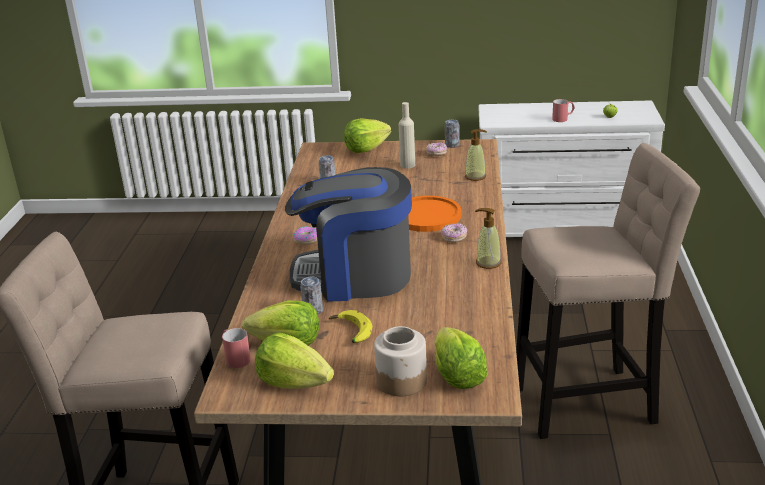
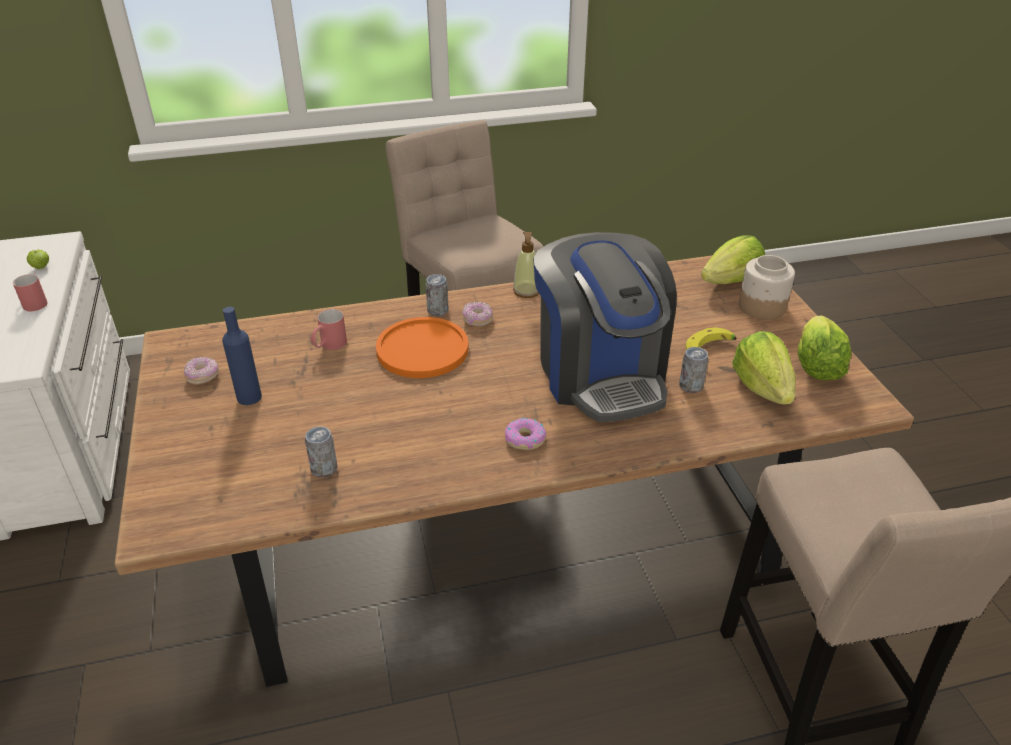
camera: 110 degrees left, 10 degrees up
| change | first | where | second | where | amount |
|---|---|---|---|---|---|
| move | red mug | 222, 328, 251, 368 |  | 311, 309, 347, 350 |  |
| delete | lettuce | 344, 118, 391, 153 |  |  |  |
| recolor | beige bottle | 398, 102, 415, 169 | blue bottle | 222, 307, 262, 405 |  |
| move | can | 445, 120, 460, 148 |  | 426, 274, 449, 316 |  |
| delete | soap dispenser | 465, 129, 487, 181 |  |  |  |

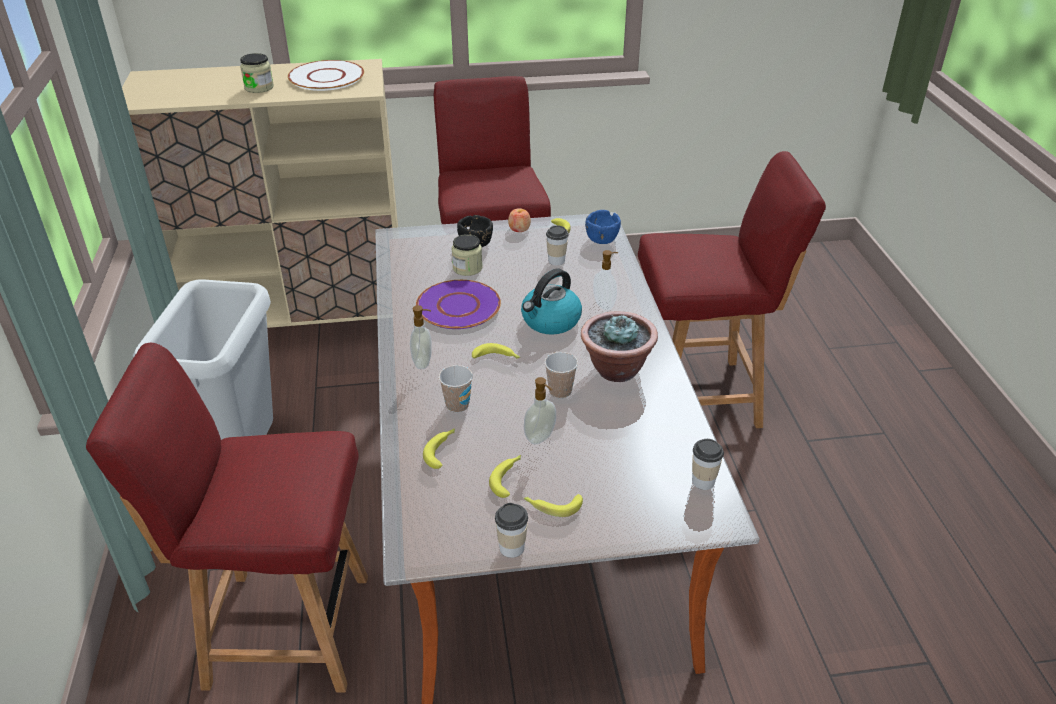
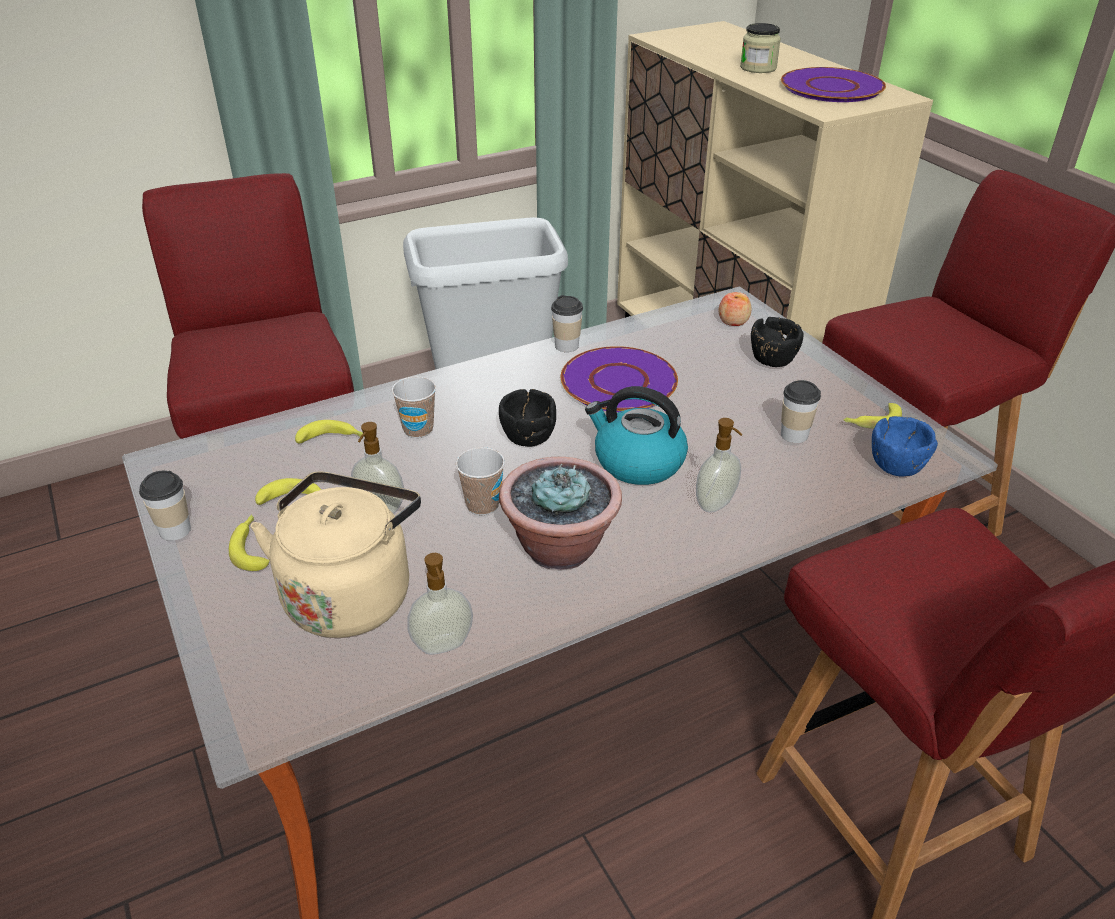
camera: 70 degrees right, 0 degrees up
| change | first | where | second | where | amount |
|---|---|---|---|---|---|
| recolor | white plate | 288, 60, 364, 91 | purple plate | 781, 67, 886, 102 |  |
| move | soap dispenser | 410, 305, 432, 369 |  | 407, 553, 473, 655 |  |
| delete | jar | 452, 234, 482, 276 |  |  |  |
| replace | banana | 472, 343, 520, 359 | black bowl | 499, 389, 556, 447 |  |
| move | apple | 508, 208, 531, 232 |  | 719, 292, 751, 326 |  |
| move | cup | 692, 439, 724, 490 |  | 551, 295, 583, 352 |  |
| insert |  |  | beige kettle | 250, 471, 421, 638 |  |

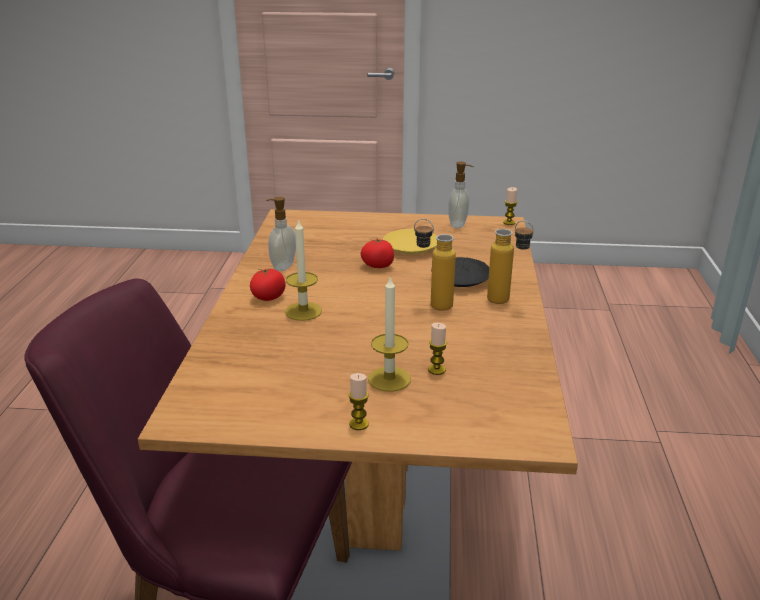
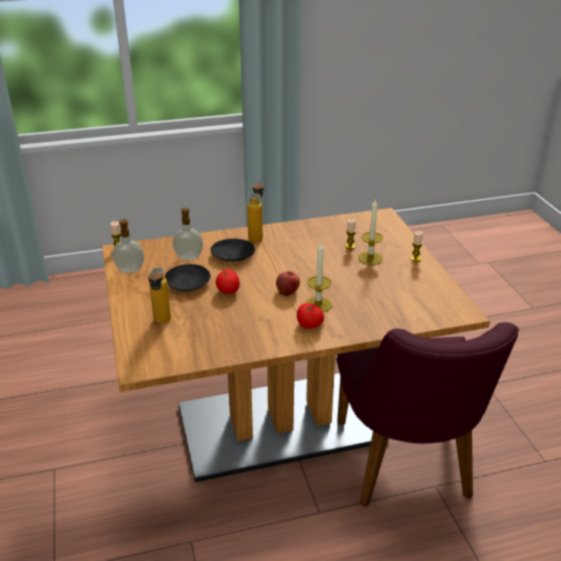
camera: 110 degrees left, 5 degrees up
| change | first | where | second | where | amount |
|---|---|---|---|---|---|
| move | soap dispenser | 266, 197, 296, 271 |  | 173, 208, 203, 260 |  |
| recolor | yellow plate | 383, 229, 437, 254 | black plate | 165, 264, 210, 291 |  |
| move | bottle | 414, 219, 456, 311 |  | 148, 267, 171, 324 |  |
| insert |  |  | apple | 276, 271, 300, 296 |  |

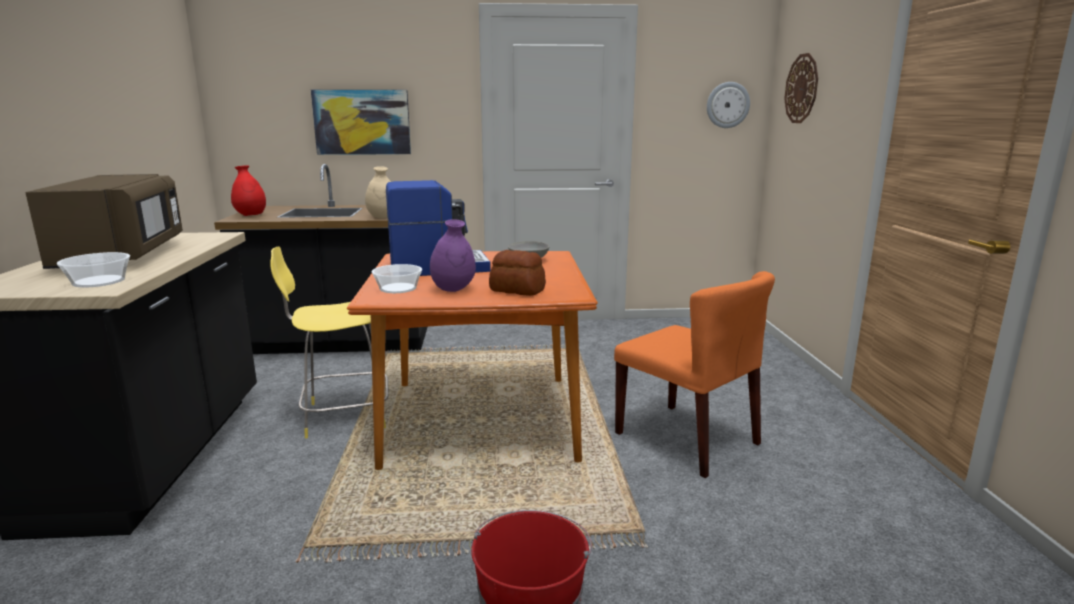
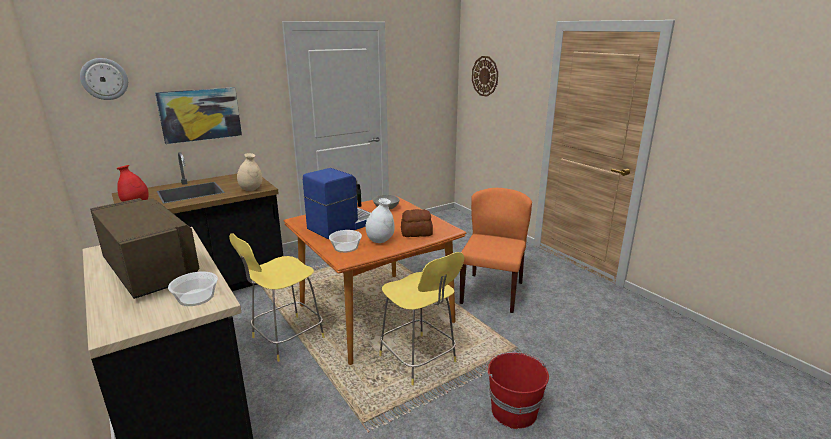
camera: 30 degrees left, 5 degrees up
| change | first | where | second | where | amount |
|---|---|---|---|---|---|
| recolor | purple vase | 430, 219, 476, 292 | white vase | 365, 198, 394, 243 |  |
| rotate | orange chair | 614, 271, 775, 478 |  | 460, 188, 532, 313 | 90 degrees counterclockwise |
| move | wall clock | 707, 82, 750, 128 |  | 80, 58, 128, 100 |  |
| insert |  |  | yellow stool | 379, 252, 464, 385 |  |

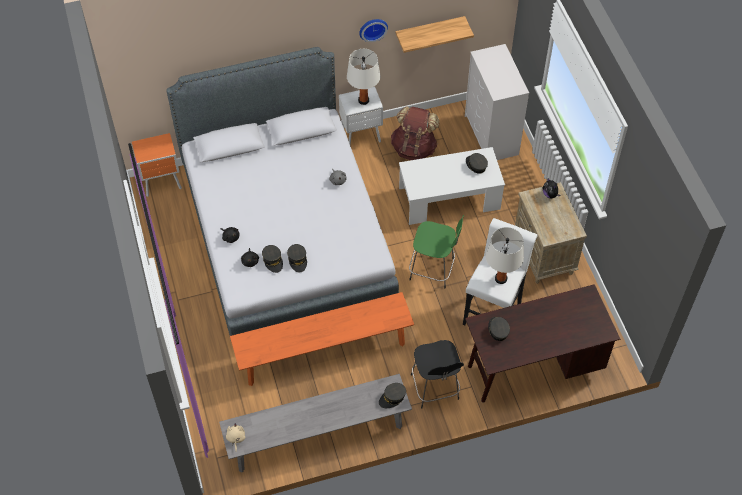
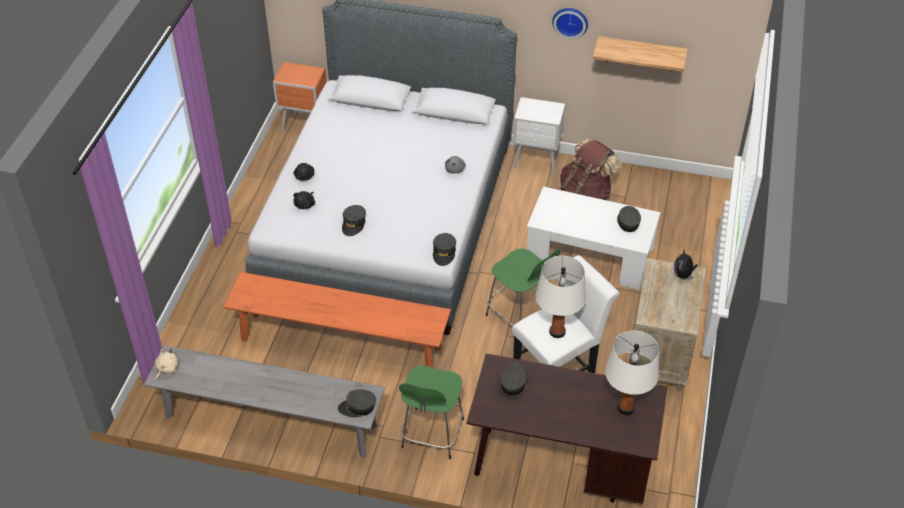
camera: 30 degrees right, 10 degrees down
| change | first | where | second | where | amount |
|---|---|---|---|---|---|
| move | grey cap | 262, 245, 283, 273 |  | 433, 233, 456, 266 |  |
| move | white table lamp | 347, 49, 381, 105 |  | 605, 331, 659, 415 |  |
| recolor | black stool | 411, 340, 464, 408 | green stool | 399, 366, 464, 459 |  |
| delete | white dresser | 465, 44, 529, 160 |  |  |  |

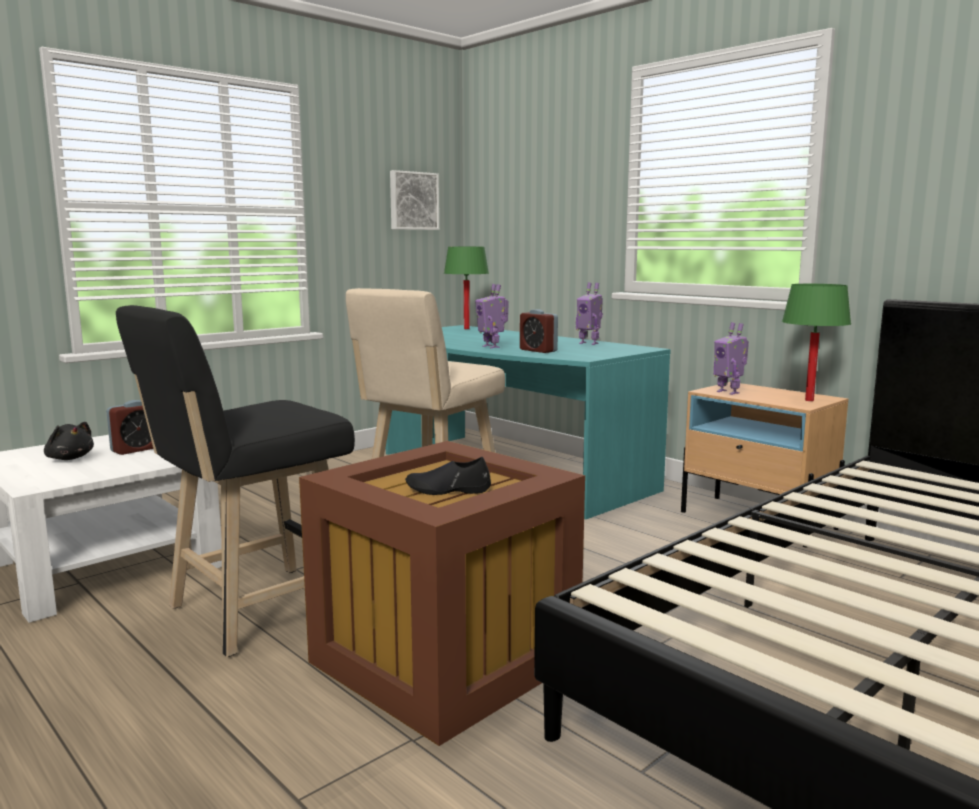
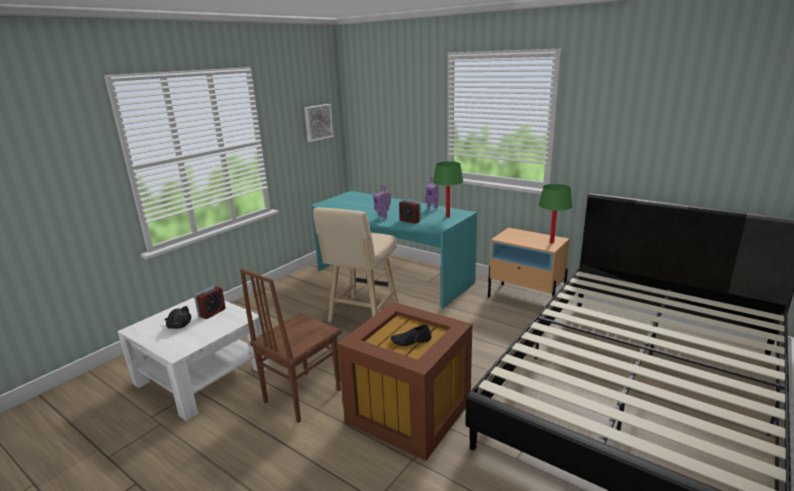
camera: 10 degrees left, 10 degrees up
| change | first | where | second | where | amount |
|---|---|---|---|---|---|
| replace | black stool | 116, 305, 355, 657 | brown chair | 240, 269, 341, 423 |  |
| move | green table lamp | 444, 247, 489, 329 |  | 433, 161, 463, 218 |  |
| delete | toy robot | 714, 322, 749, 395 |  |  |  |

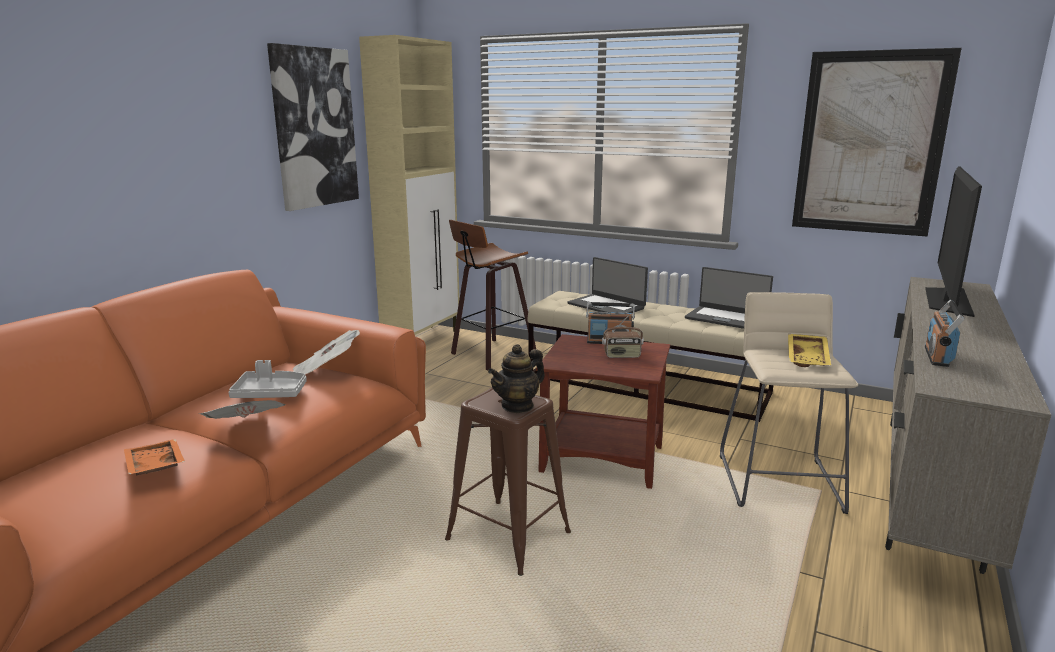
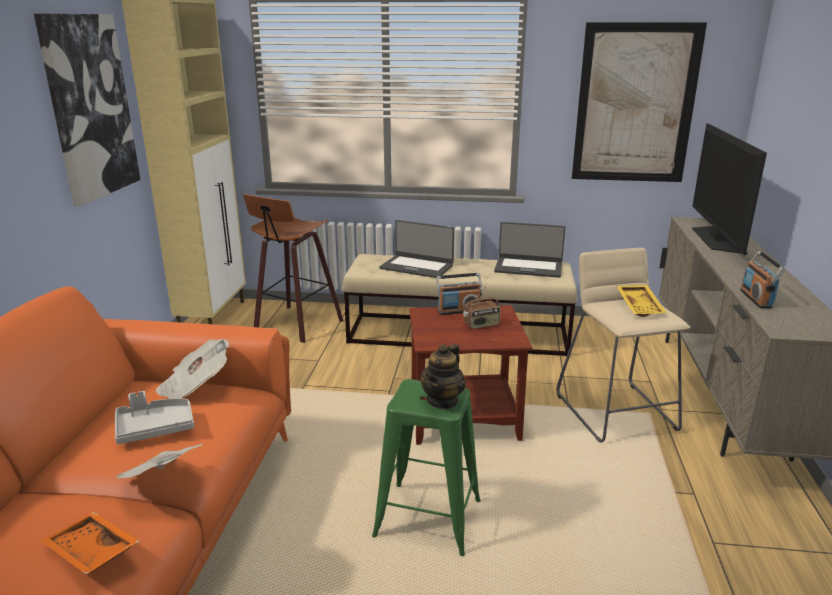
camera: 20 degrees left, 5 degrees up
| change | first | where | second | where | amount |
|---|---|---|---|---|---|
| recolor | brown stool | 445, 387, 571, 576 | green stool | 372, 379, 481, 556 |  |

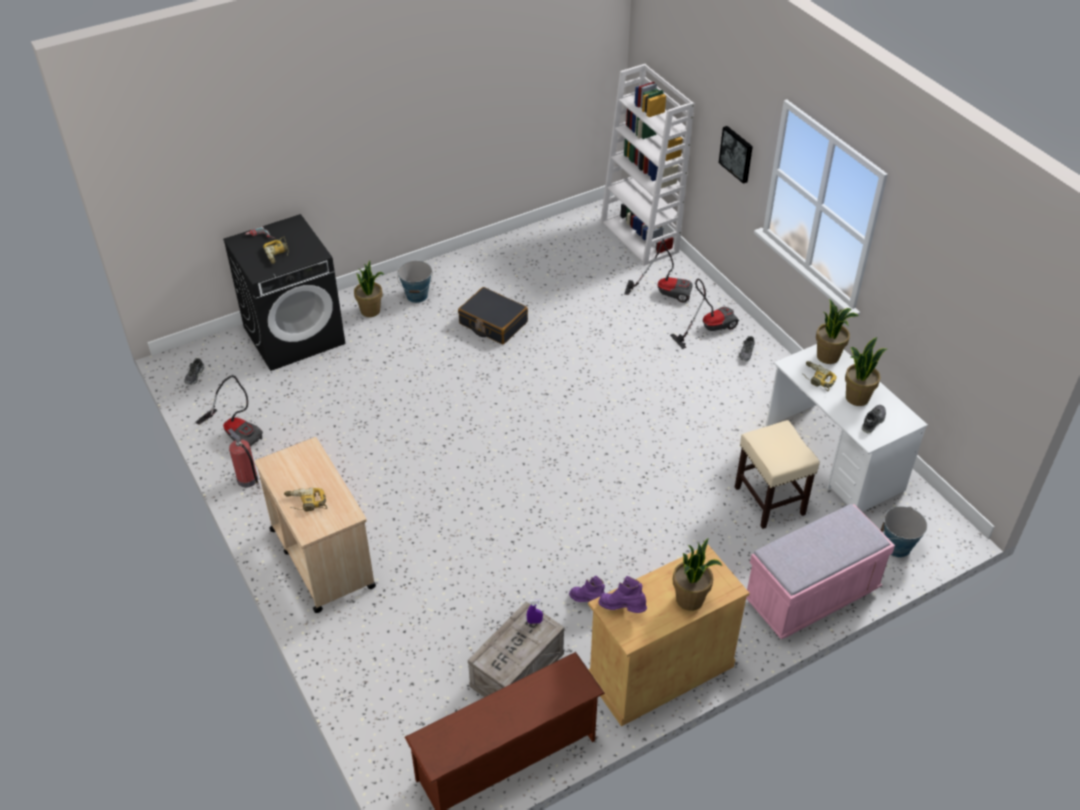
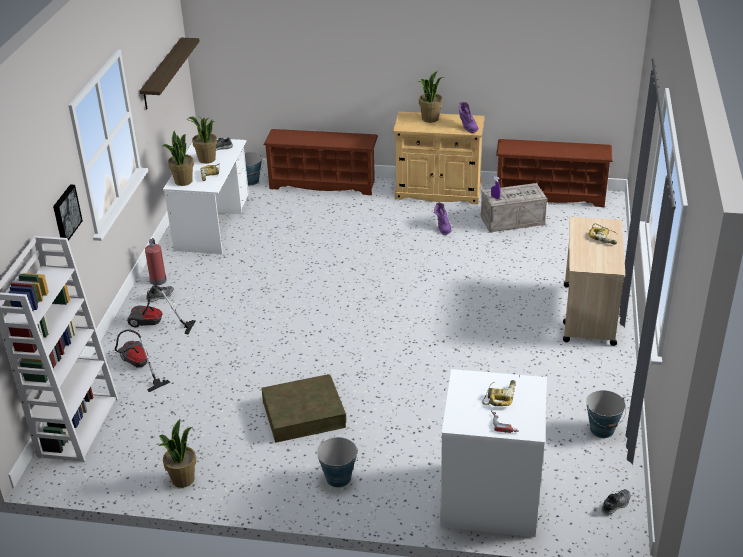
camera: 140 degrees left, 10 degrees down
| change | first | where | second | where | amount |
|---|---|---|---|---|---|
| replace | vacuum cleaner | 195, 375, 263, 447 | bucket | 586, 390, 626, 438 |  |
| recolor | black washing machine | 223, 214, 346, 371 | white washing machine | 440, 369, 547, 537 |  |
| move | fire extinguisher | 227, 429, 260, 489 |  | 145, 238, 167, 285 |  |
| move | potted plant | 354, 261, 385, 317 |  | 158, 419, 196, 488 |  |
| replace | black suitcase | 458, 287, 528, 345 | brown storage box | 261, 374, 346, 443 |  |
| delete | beige stool | 735, 420, 820, 529 |  |  |  |
| replace | pink bench | 746, 504, 895, 639 | brown shoe rack | 263, 129, 378, 195 |  |
| insert |  |  | shelf | 139, 38, 200, 110 |  |

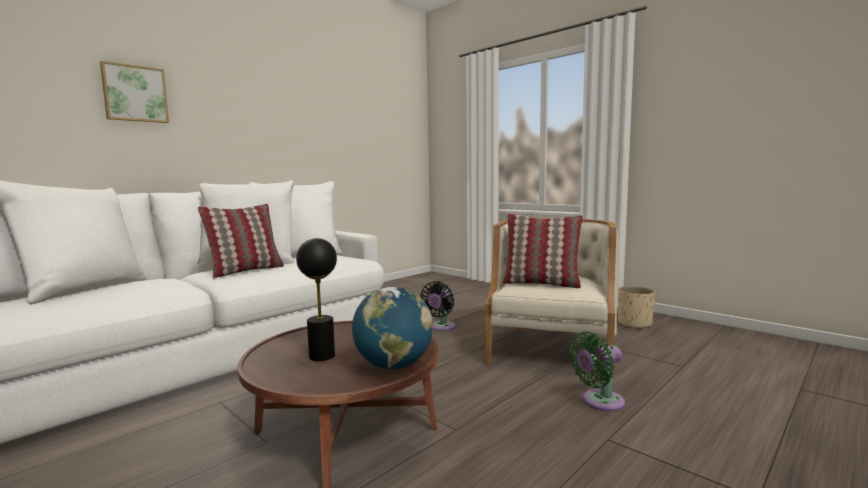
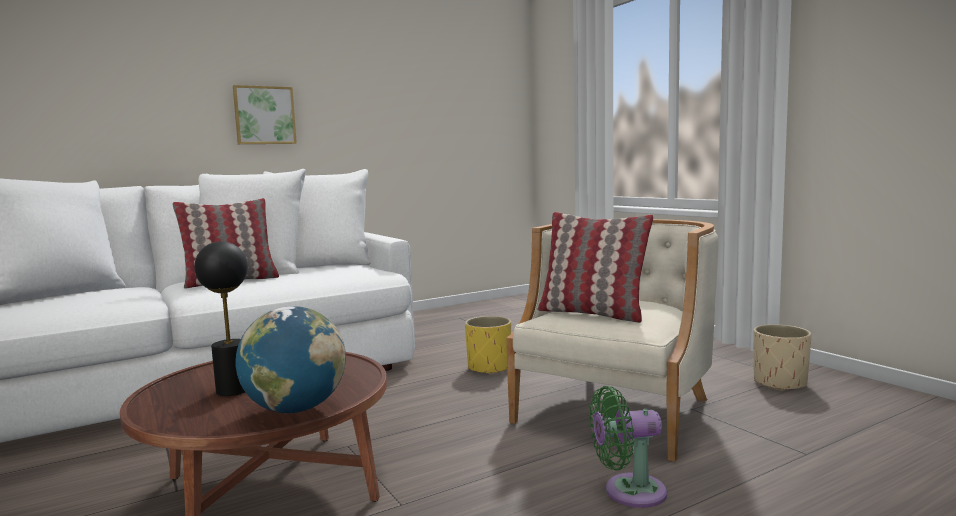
camera: 15 degrees right, 0 degrees up
| change | first | where | second | where | amount |
|---|---|---|---|---|---|
| move | picture | 100, 61, 169, 123 |  | 233, 85, 297, 144 |  |
| replace | black fan | 421, 281, 456, 331 | yellow planter | 465, 316, 511, 375 |  |

